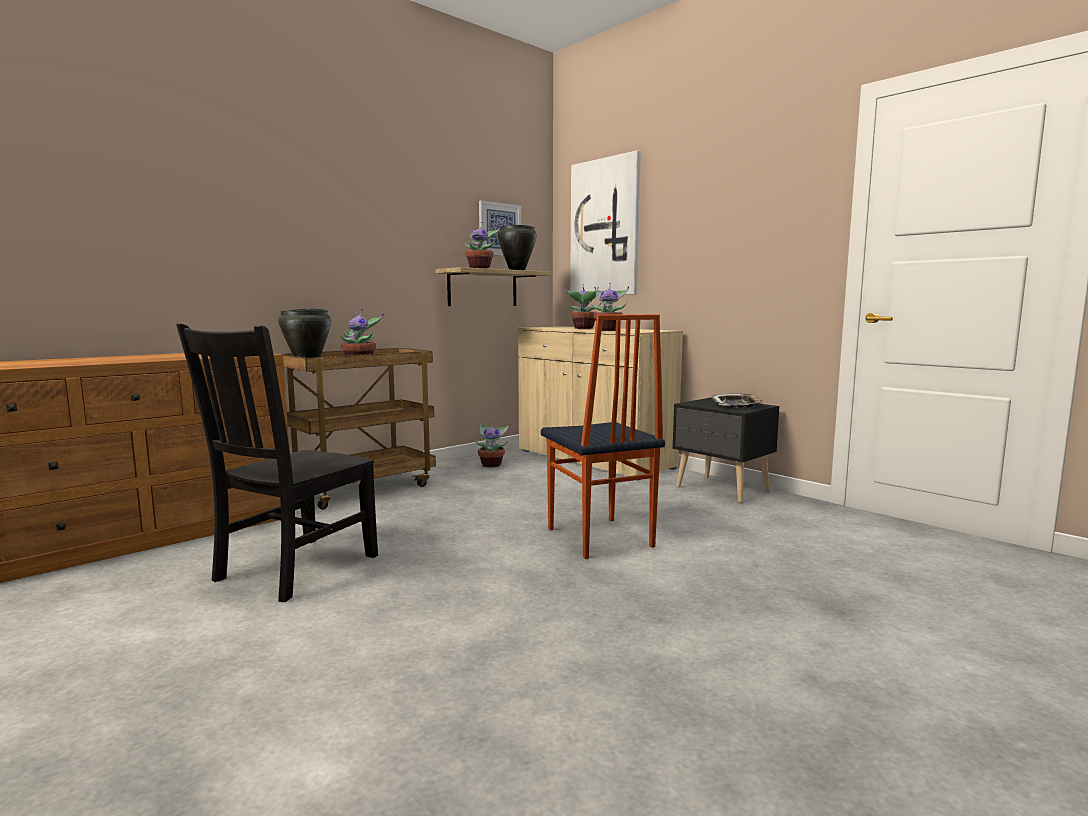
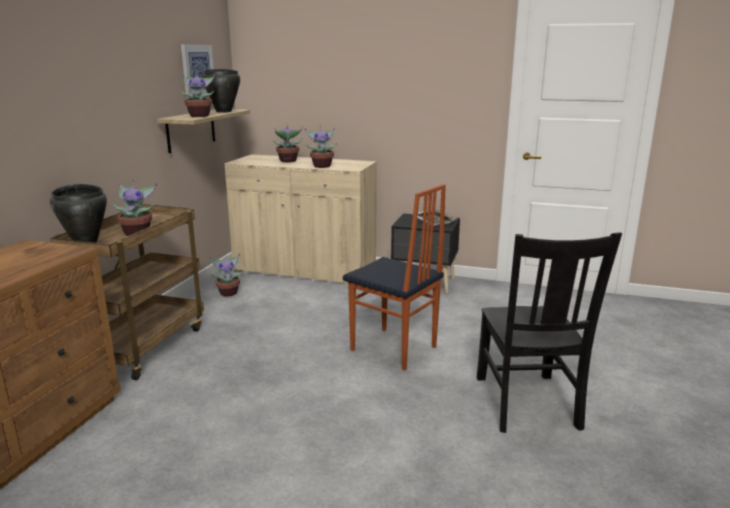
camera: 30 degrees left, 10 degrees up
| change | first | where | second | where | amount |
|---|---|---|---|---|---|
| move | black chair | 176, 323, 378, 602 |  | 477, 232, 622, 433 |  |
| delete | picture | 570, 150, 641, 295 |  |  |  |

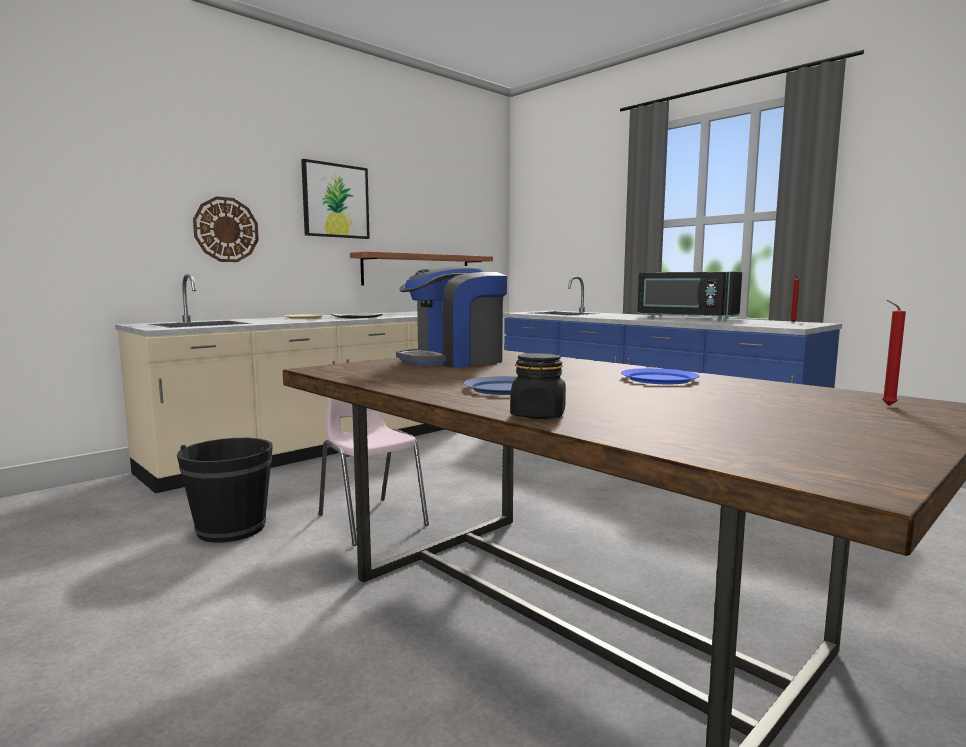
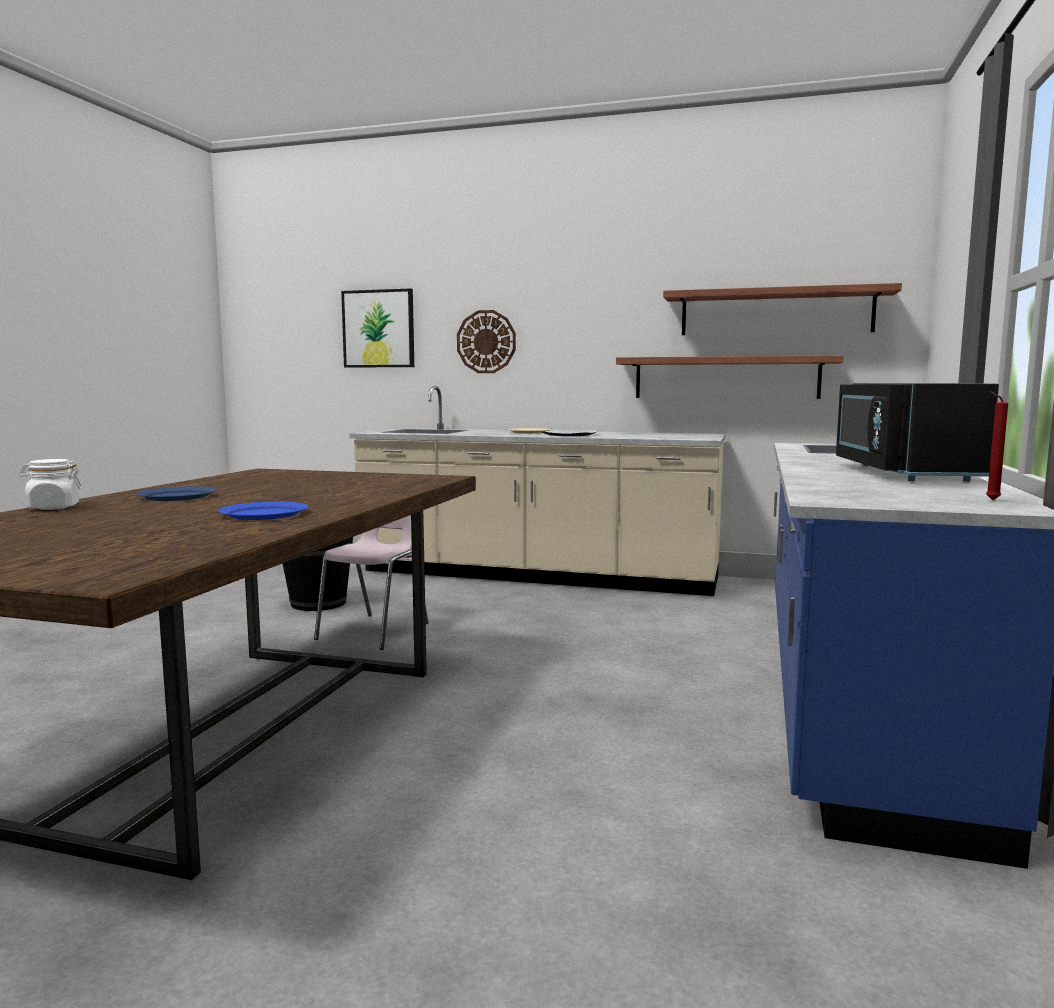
camera: 60 degrees right, 0 degrees up
| change | first | where | second | where | amount |
|---|---|---|---|---|---|
| move | picture | 301, 159, 370, 239 |  | 341, 288, 414, 368 |  |
| delete | coffee machine | 396, 266, 507, 368 |  |  |  |
| recolor | black jar | 510, 353, 566, 419 | white jar | 19, 459, 82, 510 |  |
| delete | red candle | 882, 300, 906, 406 |  |  |  |
| insert |  |  | shelf | 663, 283, 902, 335 |  |

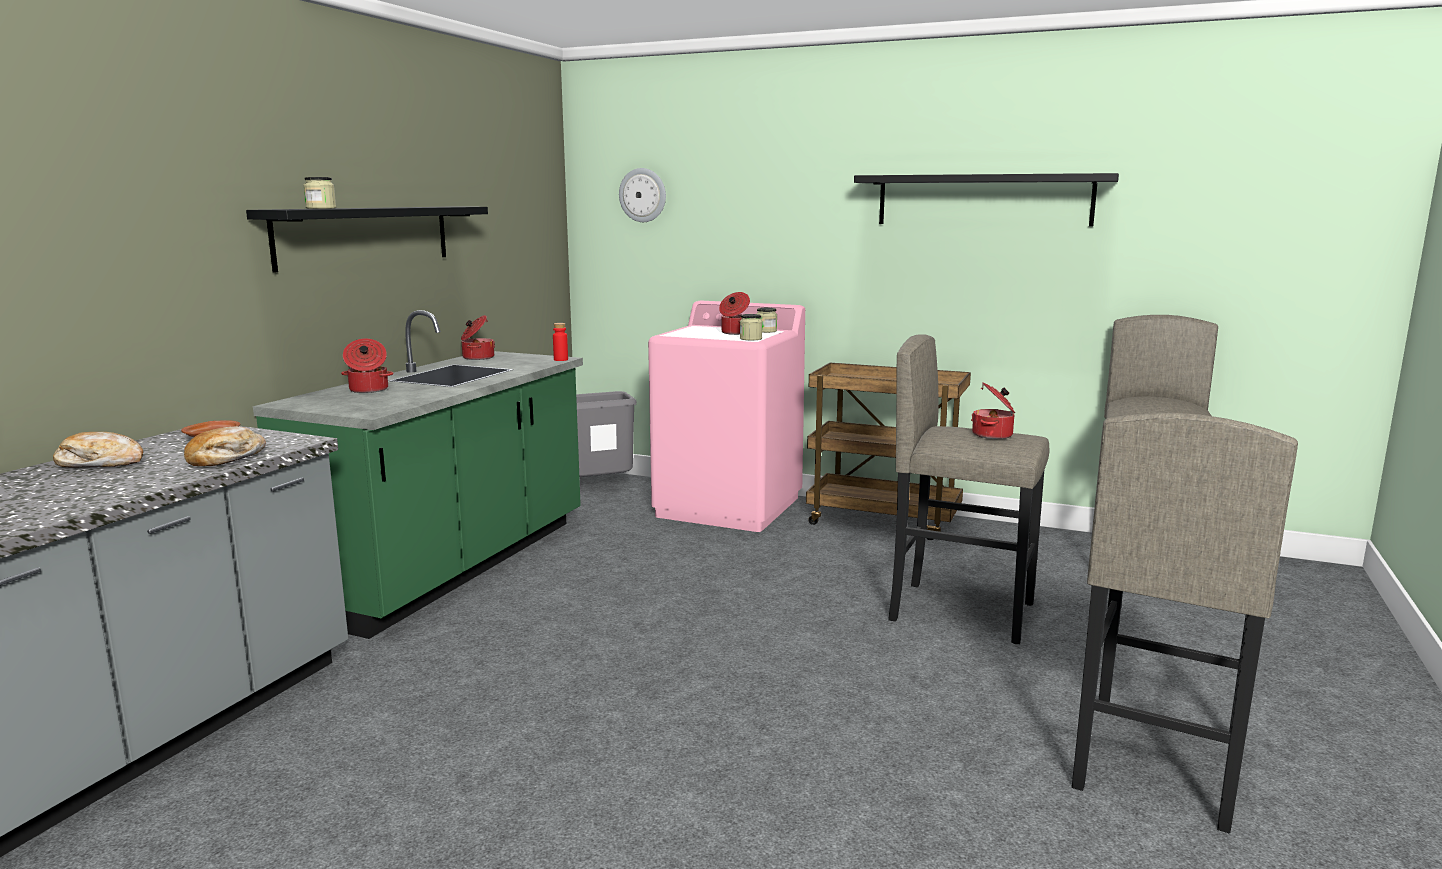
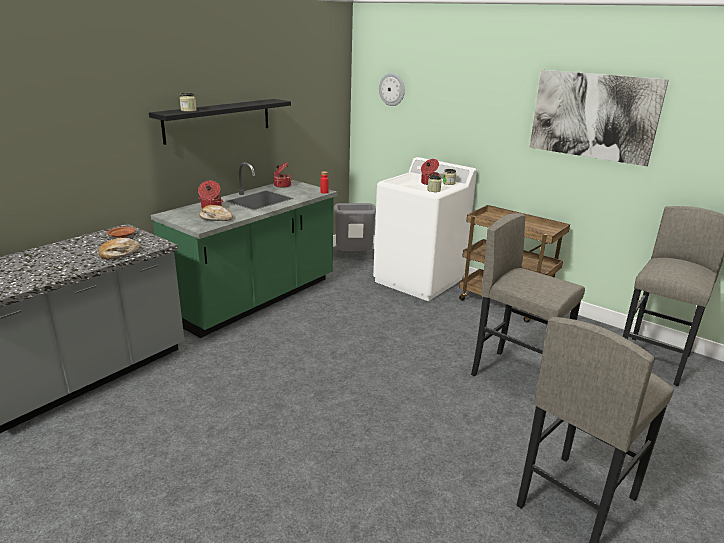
camera: 15 degrees right, 10 degrees up
| change | first | where | second | where | amount |
|---|---|---|---|---|---|
| move | bread | 53, 432, 143, 468 |  | 199, 205, 233, 221 |  |
| recolor | pink washing machine | 648, 301, 805, 532 | white washing machine | 373, 157, 477, 301 |  |
| replace | black shelf | 854, 173, 1119, 226 | picture | 530, 70, 669, 166 |  |
| delete | cooking pot | 971, 382, 1015, 439 |  |  |  |

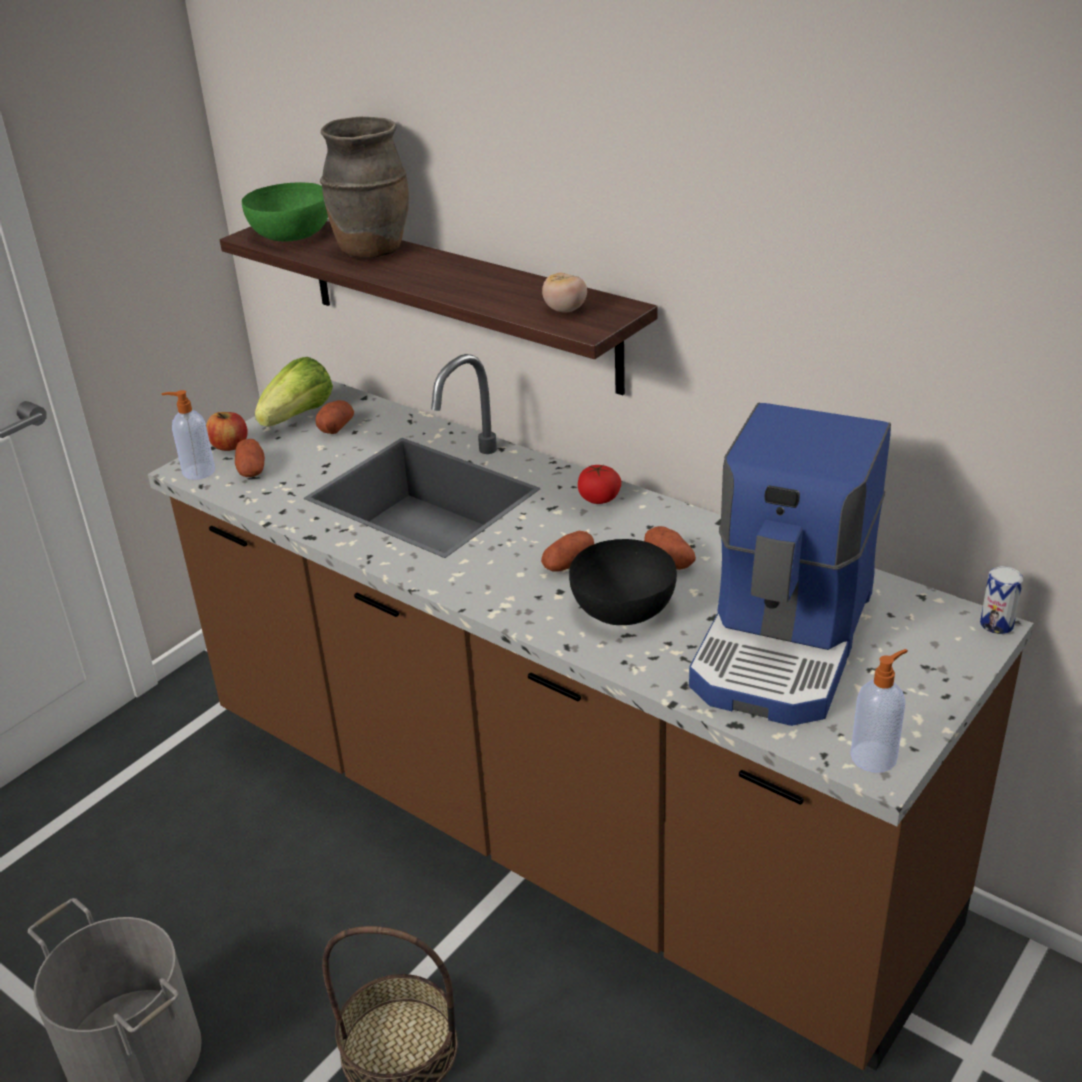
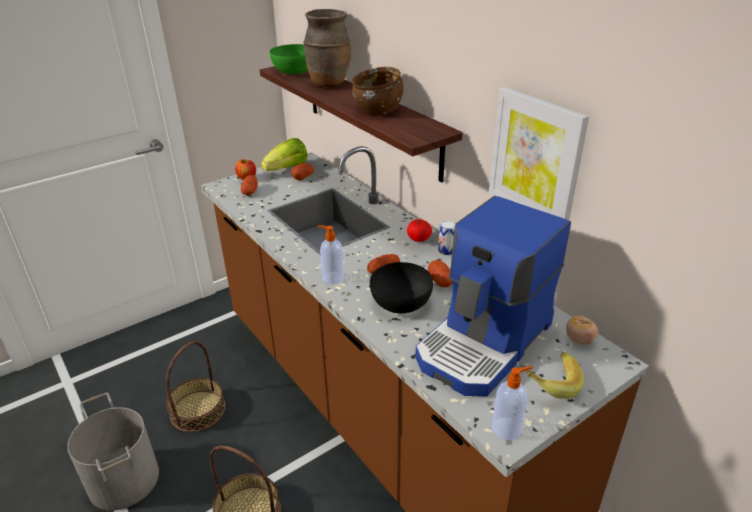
camera: 15 degrees right, 0 degrees up
| change | first | where | second | where | amount |
|---|---|---|---|---|---|
| move | soap dispenser | 162, 390, 215, 480 |  | 317, 225, 344, 284 |  |
| move | tomato | 542, 273, 587, 312 |  | 566, 315, 598, 345 |  |
| move | can | 980, 566, 1023, 634 |  | 438, 221, 455, 255 |  |
| insert |  |  | basket | 166, 341, 225, 432 |  |
| insert |  |  | brown bowl | 352, 67, 404, 115 |  |
| insert |  |  | picture | 489, 87, 589, 220 |  |
| insert |  |  | banana | 520, 352, 584, 399 |  |

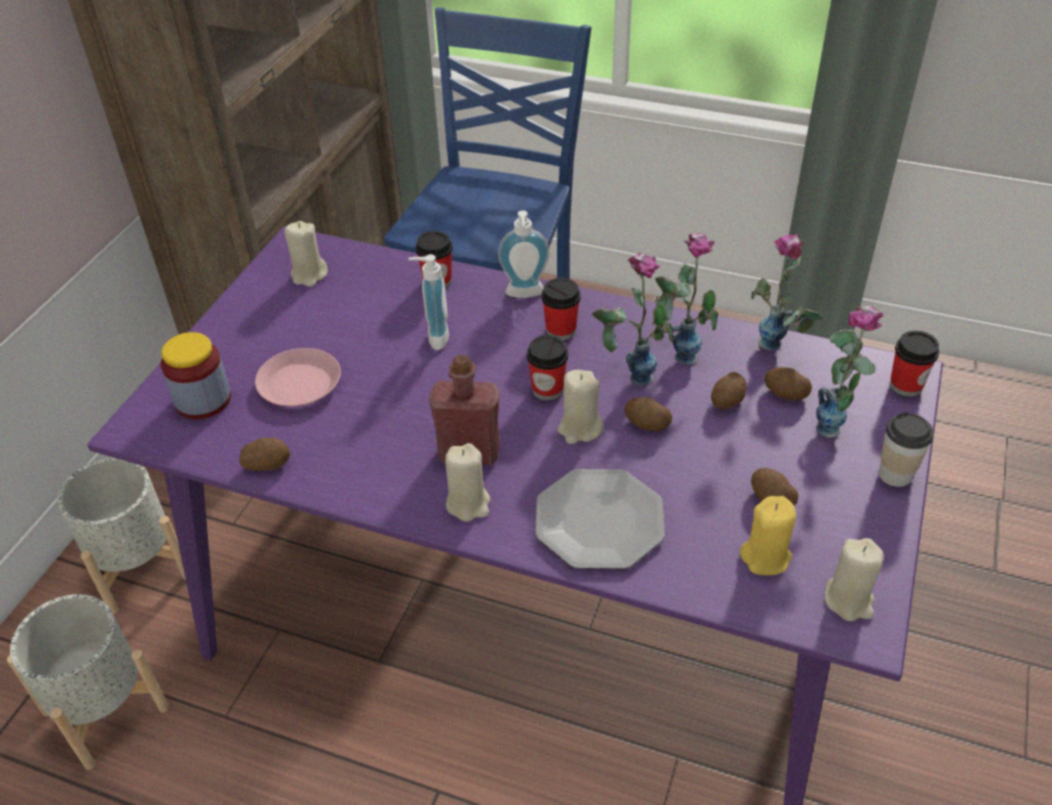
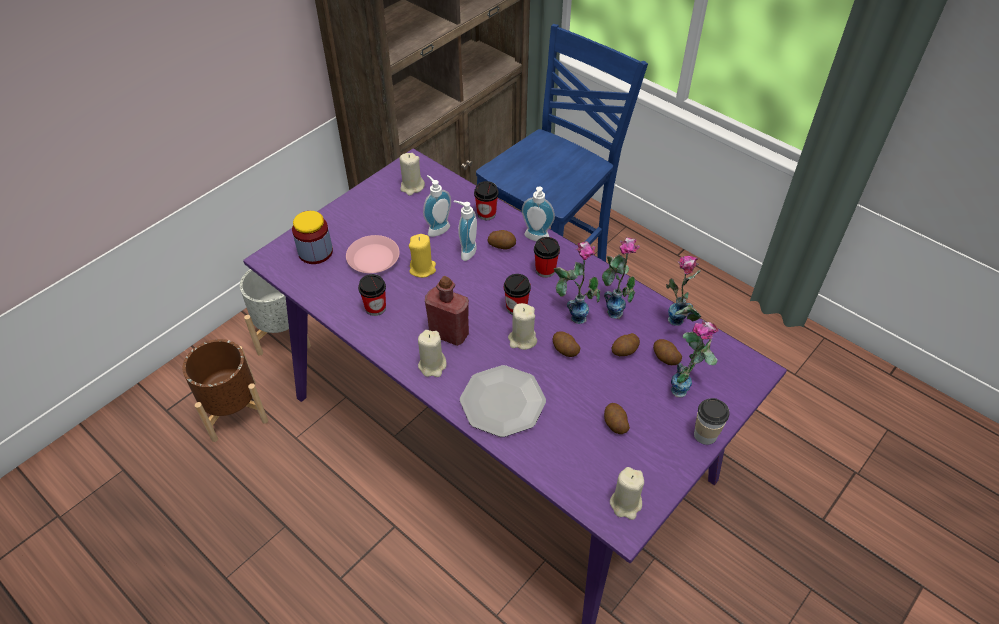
camera: 20 degrees right, 5 degrees up
| change | first | where | second | where | amount |
|---|---|---|---|---|---|
| recolor | grey planter | 7, 594, 169, 770 | brown planter | 182, 339, 268, 442 |  |
| move | potato | 239, 438, 290, 471 |  | 488, 230, 516, 250 |  |
| move | yellow candle | 740, 496, 796, 575 |  | 409, 234, 436, 278 |  |
| move | cup | 890, 330, 940, 397 |  | 358, 274, 386, 316 |  |
| insert |  |  | soap dispenser | 423, 175, 451, 237 |  |

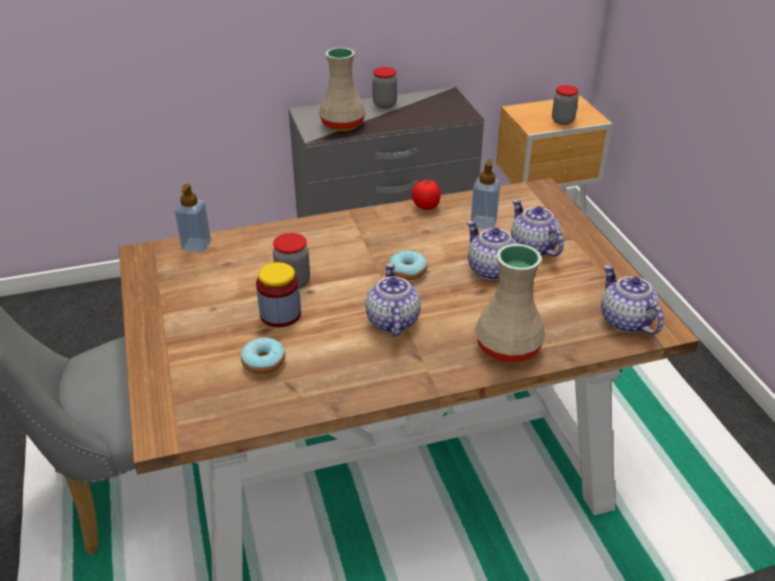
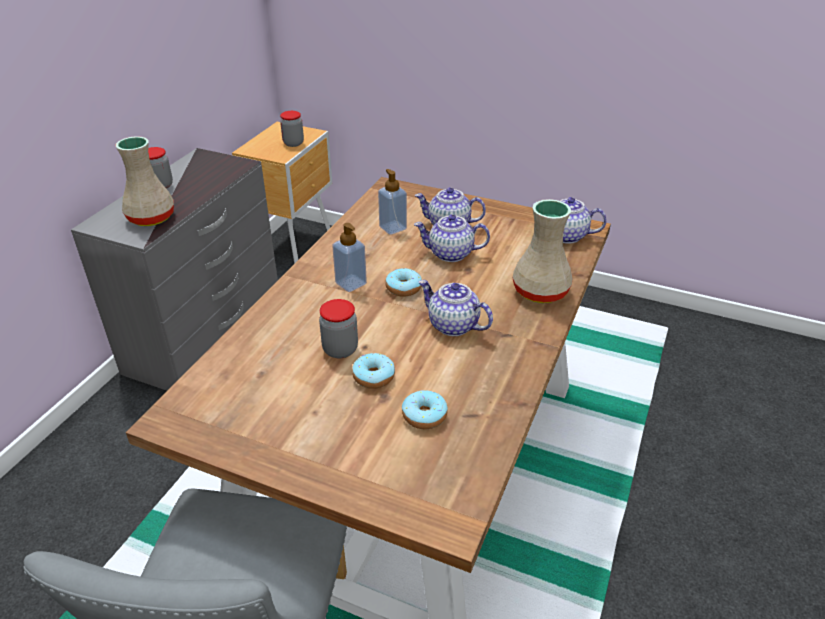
camera: 50 degrees left, 0 degrees up
| change | first | where | second | where | amount |
|---|---|---|---|---|---|
| move | soap dispenser | 175, 184, 211, 253 |  | 332, 223, 367, 292 |  |
| replace | jar | 256, 262, 301, 327 | donut | 352, 353, 395, 389 |  |
| delete | tomato | 411, 179, 440, 210 |  |  |  |

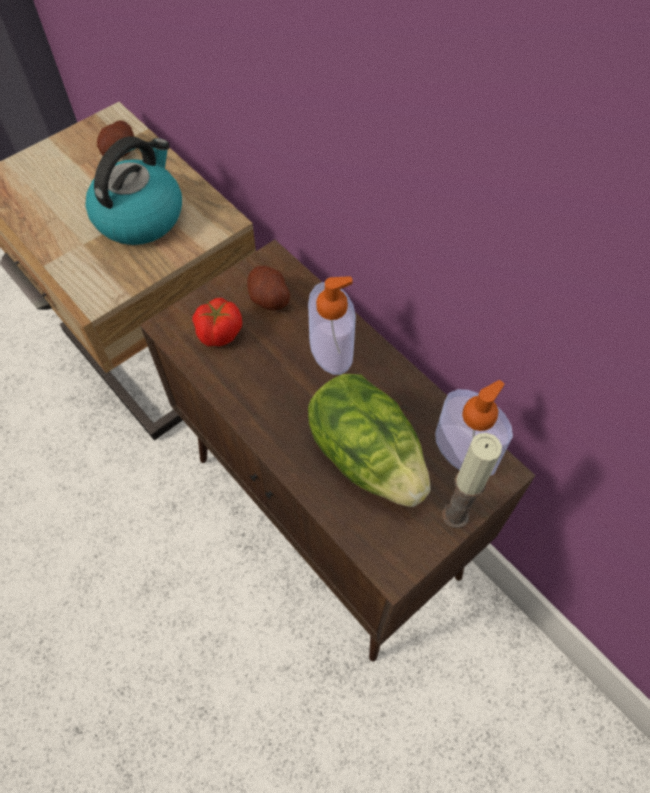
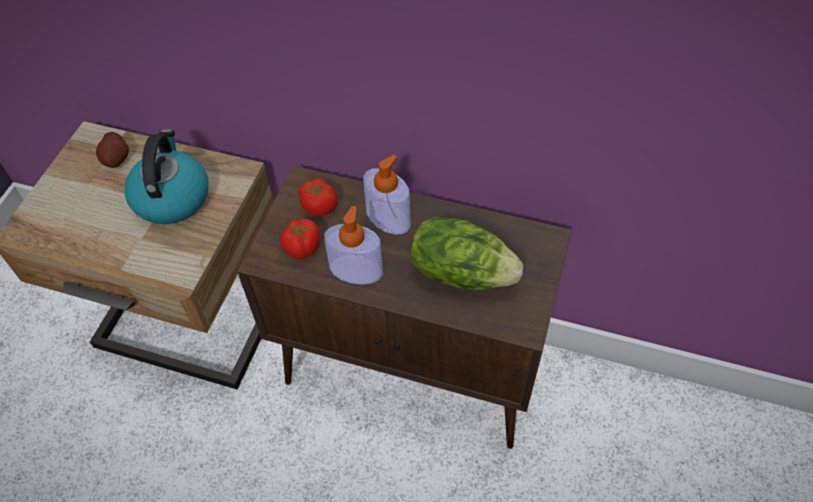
camera: 30 degrees left, 5 degrees down
| change | first | where | second | where | amount |
|---|---|---|---|---|---|
| replace | potato | 247, 266, 291, 310 | tomato | 299, 178, 337, 216 |  |
| move | soap dispenser | 435, 380, 513, 476 |  | 324, 206, 383, 285 |  |
| delete | candle | 442, 433, 502, 528 |  |  |  |

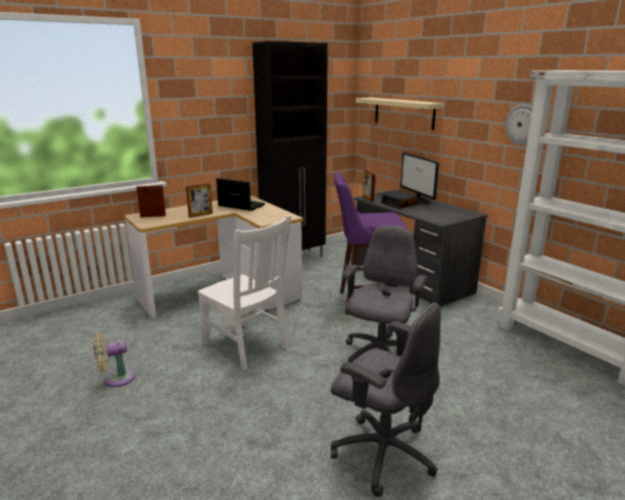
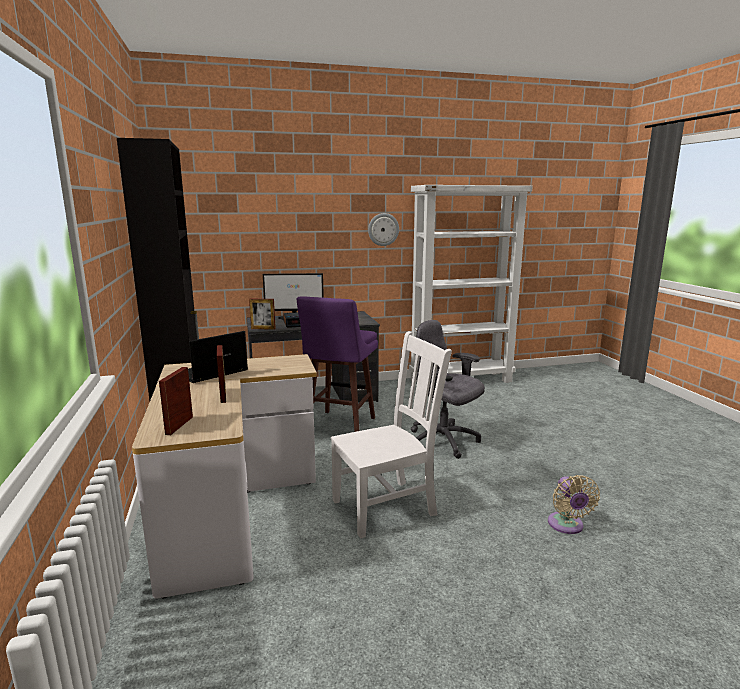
camera: 70 degrees left, 5 degrees down
| change | first | where | second | where | amount |
|---|---|---|---|---|---|
| move | beige fan | 92, 332, 135, 387 |  | 548, 475, 600, 534 |  |
| delete | grey office chair | 330, 303, 441, 497 |  |  |  |
| delete | beige shelf | 356, 98, 444, 130 |  |  |  |

